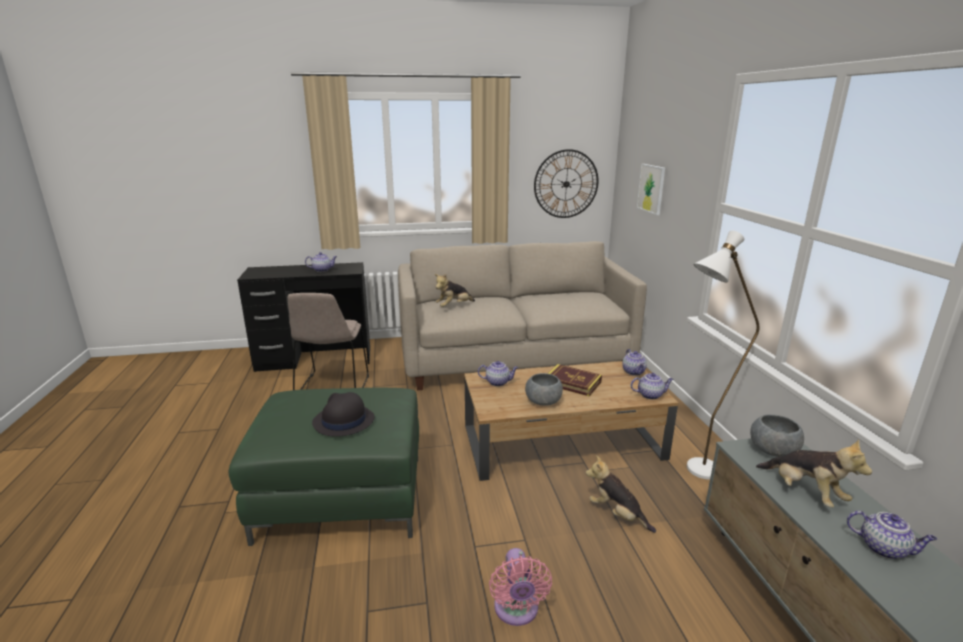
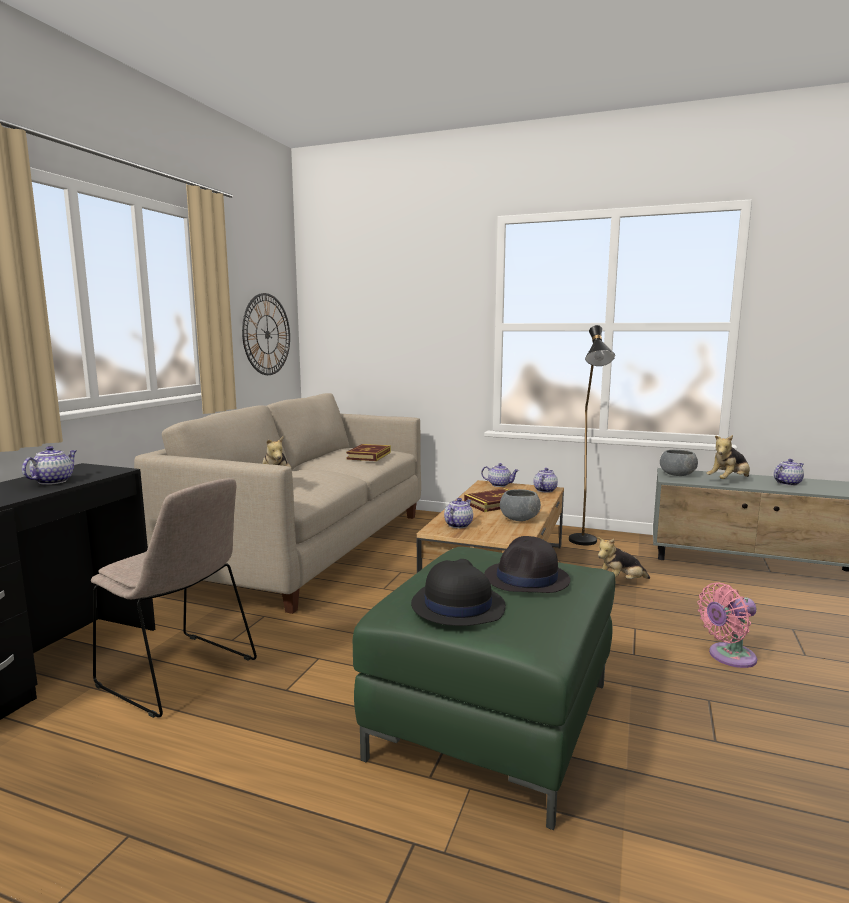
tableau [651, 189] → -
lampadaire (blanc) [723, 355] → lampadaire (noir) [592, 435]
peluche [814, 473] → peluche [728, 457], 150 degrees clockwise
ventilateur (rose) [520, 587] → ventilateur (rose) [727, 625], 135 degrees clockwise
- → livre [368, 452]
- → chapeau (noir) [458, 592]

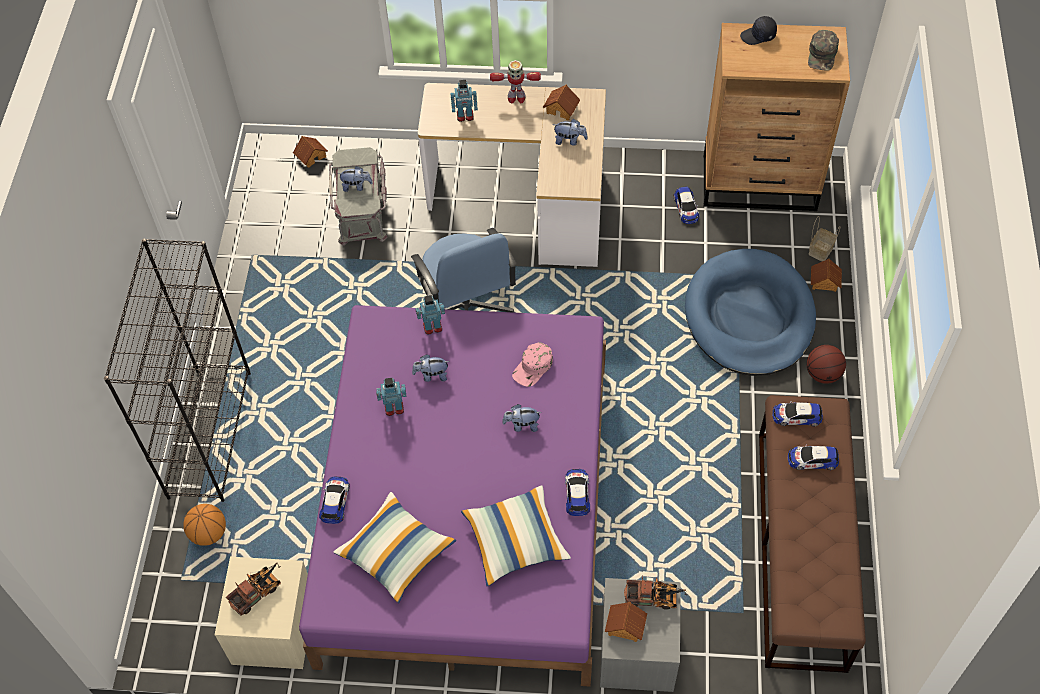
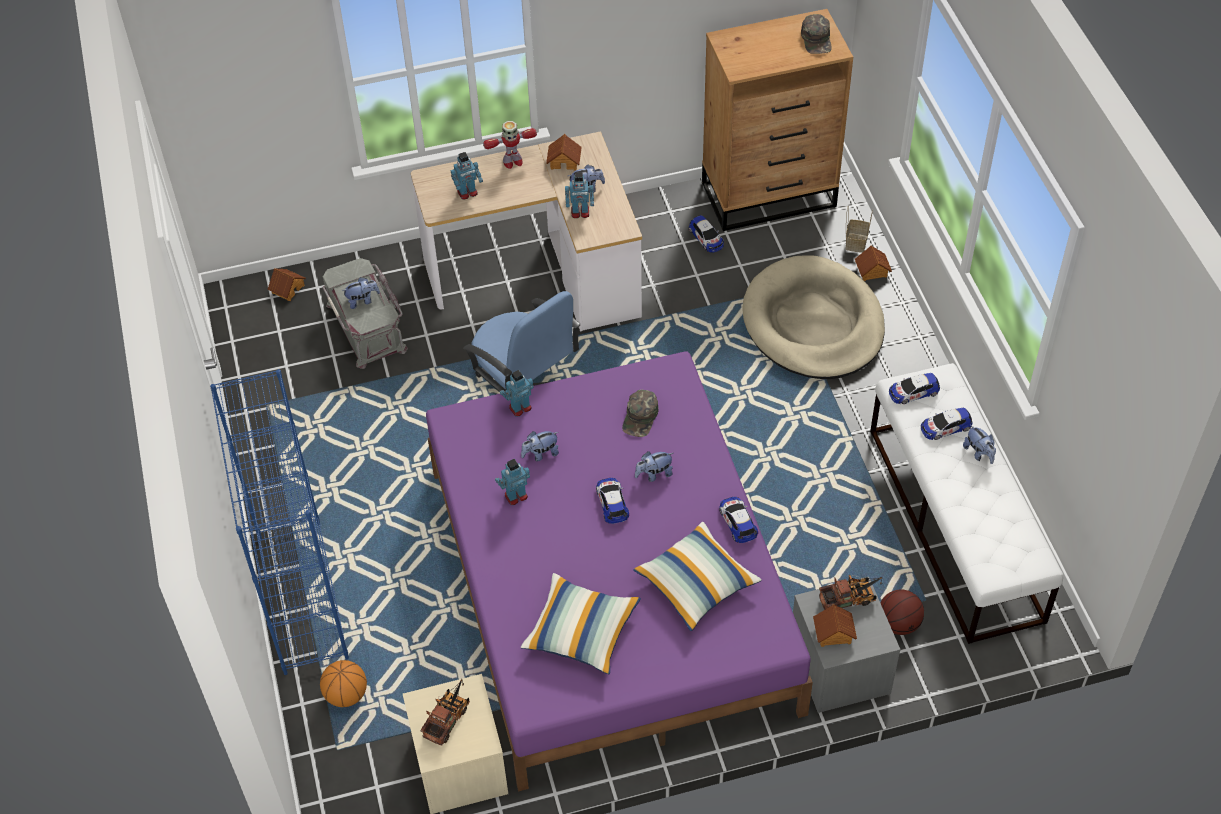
casquette (noir) [758, 30] → -
bibliothèque (noir) [177, 370] → bibliothèque (bleu) [279, 522]
panier pour chien (bleu) [750, 312] → panier pour chien (beige) [813, 317]
casquette (rose) [532, 364] → casquette (vert) [640, 413]
ballon de basket [826, 364] → ballon de basket [902, 612], shifted
banc (marron) [812, 534] → banc (blanc) [966, 503]
petite voiture [334, 500] → petite voiture [612, 501], shifted
- → robot jouet [579, 195]
- → peluche [979, 444]

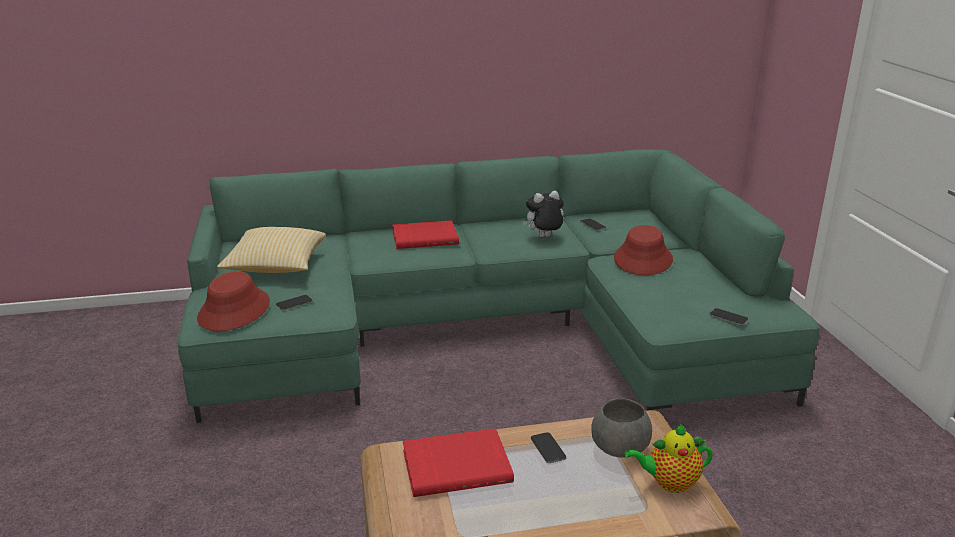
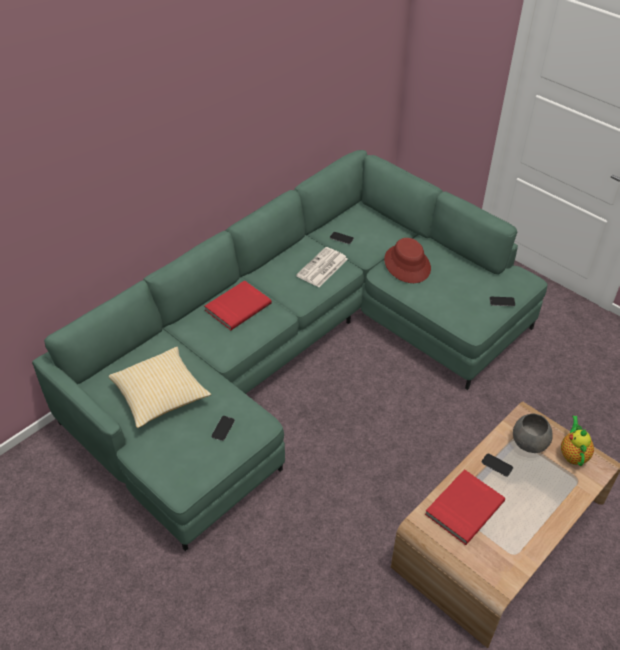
peluche [543, 214] → journal [322, 267]
chapeau (rouge) [233, 301] → -
théière [668, 458] → théière [577, 441], 135 degrees clockwise

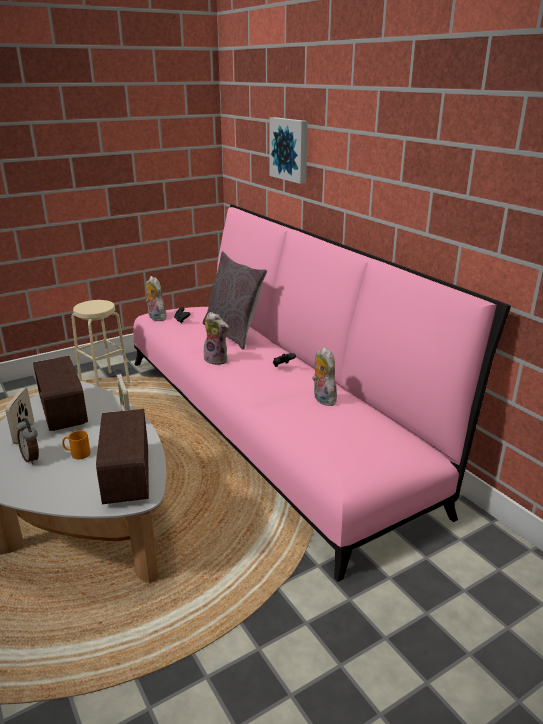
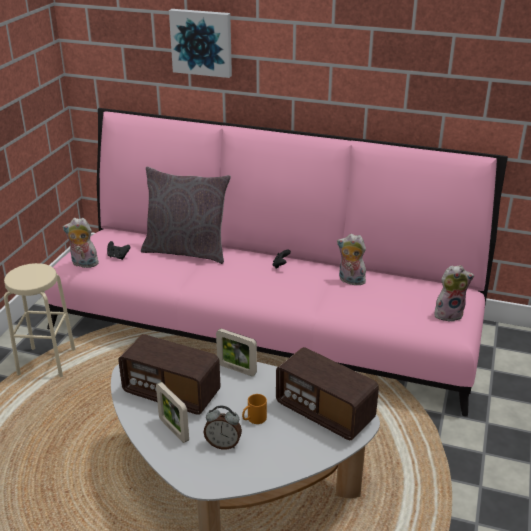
peluche [216, 338] → peluche [454, 293], shifted

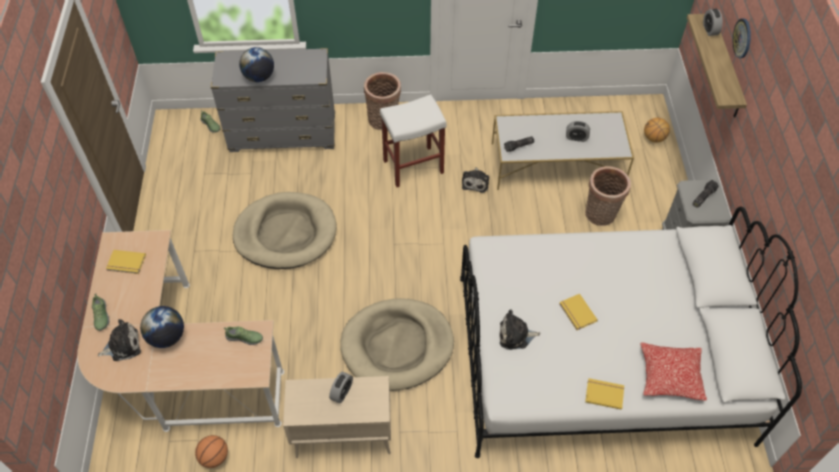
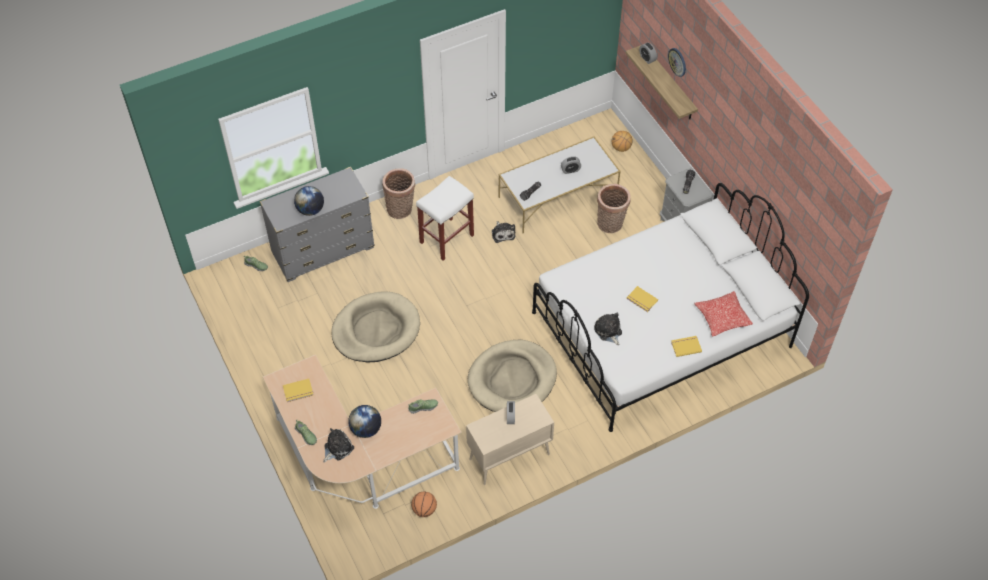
peluche [520, 329] → peluche [608, 329], 90 degrees clockwise

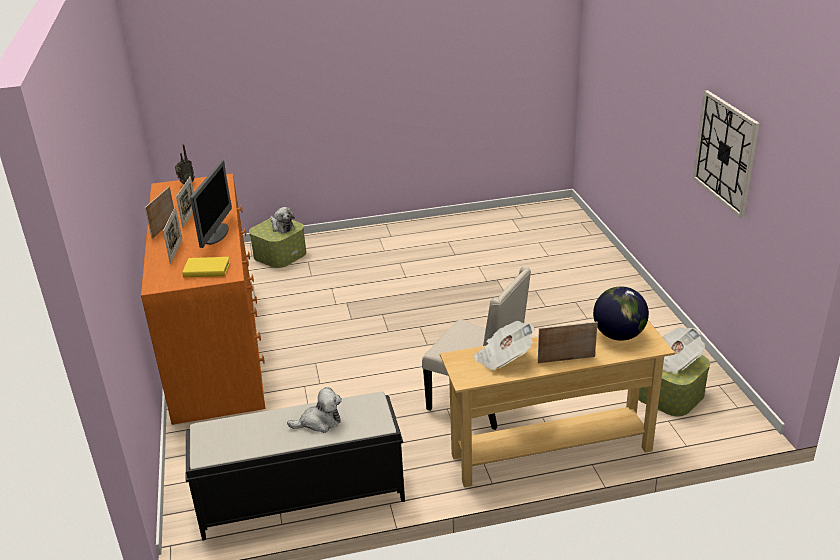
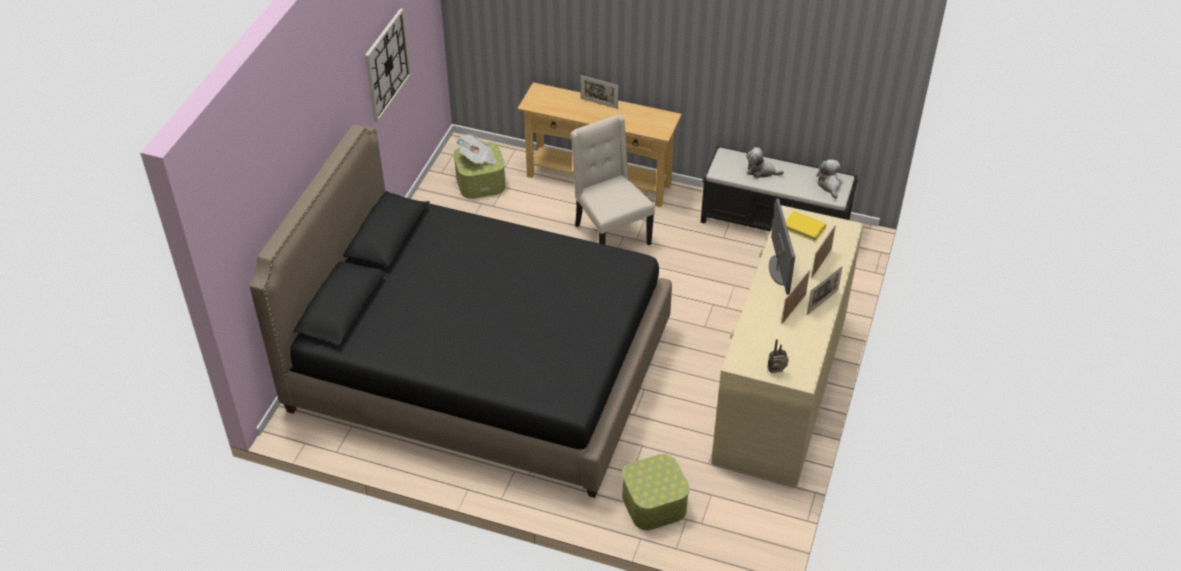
écran d'ordinateur [211, 204] → écran d'ordinateur [782, 247], 135 degrees clockwise
commode (orange) [203, 299] → commode (beige) [787, 346]
peluche [282, 220] → peluche [829, 179], shifted
globe [621, 313] → -
journal [504, 346] → -
- → lit (noir) [461, 311]

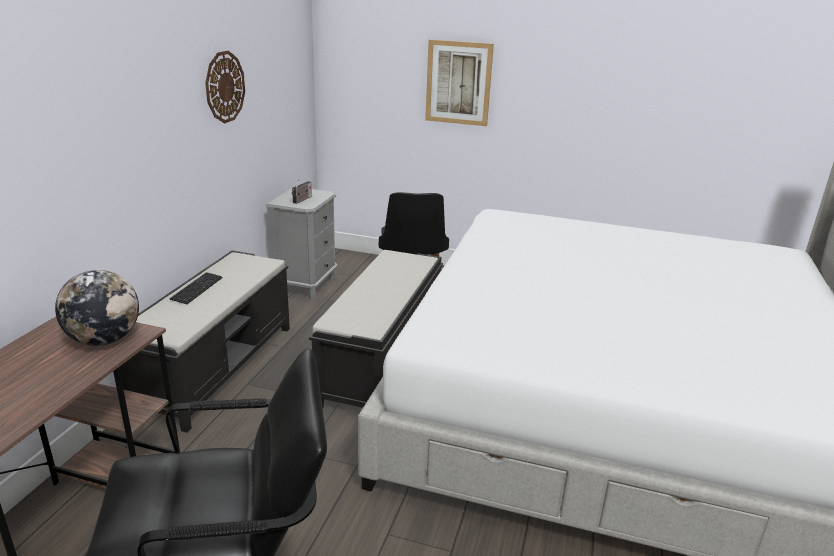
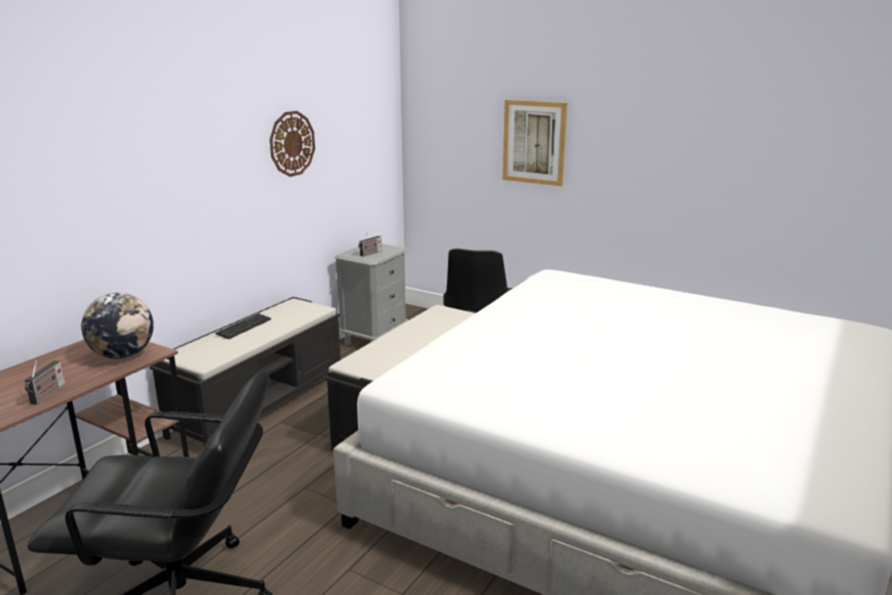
- → radio [45, 382]

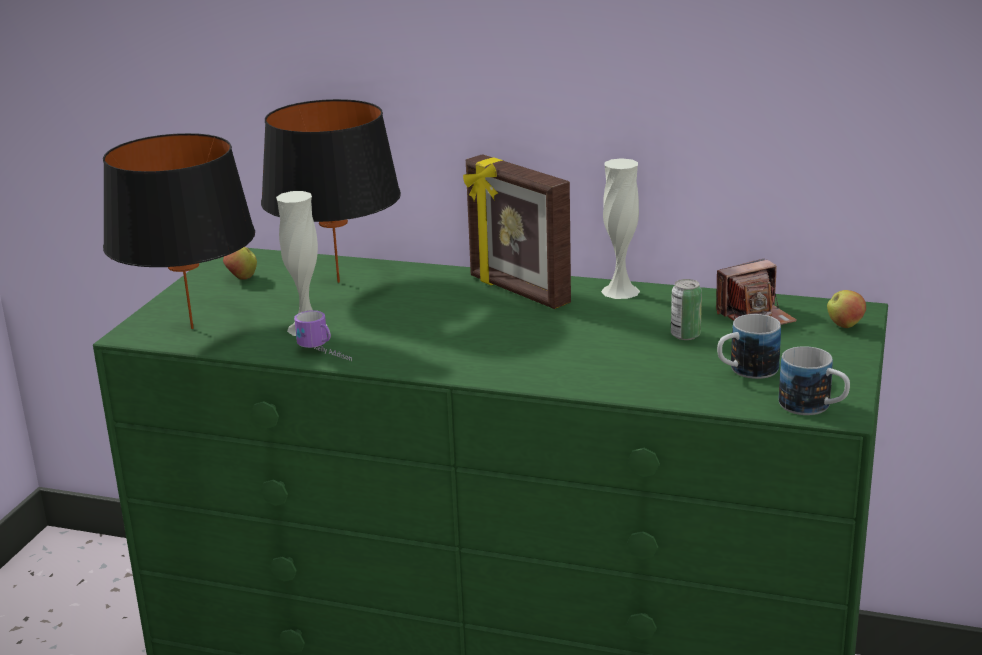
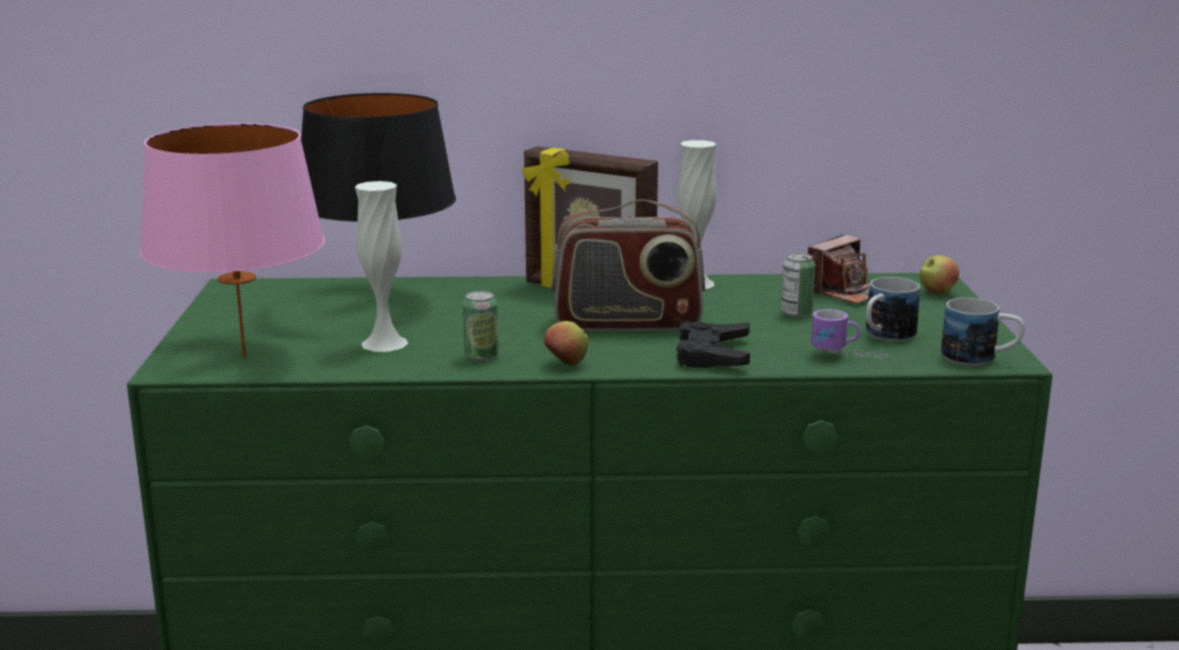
lampe de table (noir) [179, 231] → lampe de table (rose) [232, 240]
pomme [240, 263] → pomme [566, 343], shifted
mug [323, 335] → mug [850, 334], shifted
- → radio [628, 265]
- → boîte métallique [481, 326]
- → manette (noir) [713, 344]

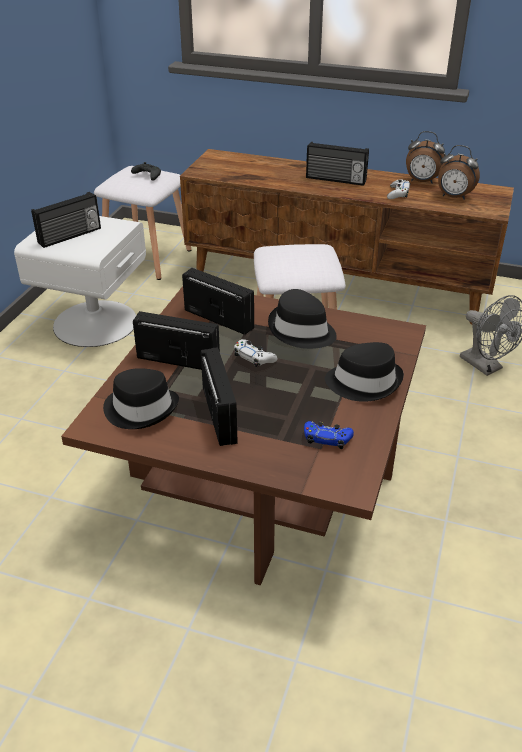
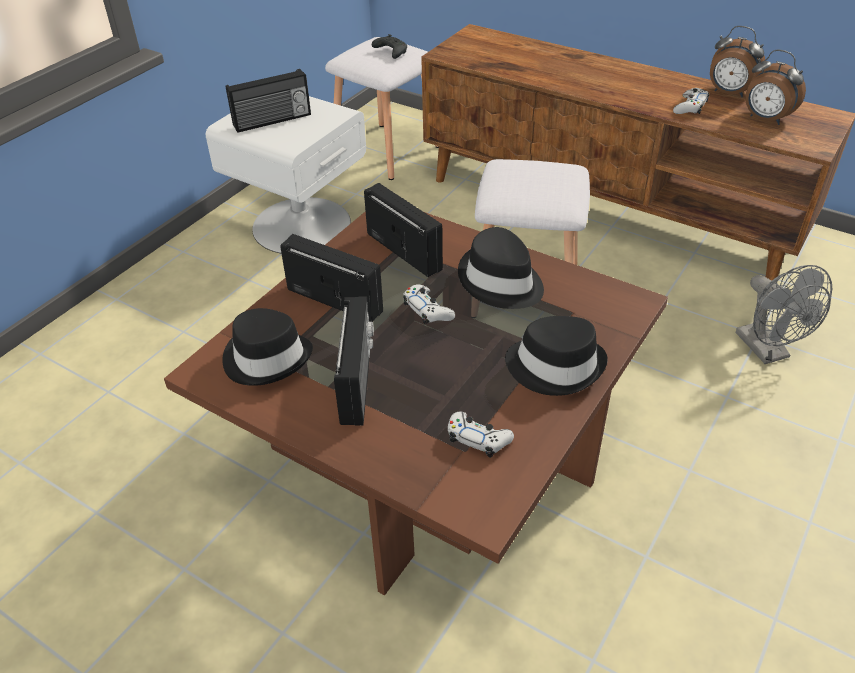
radio [337, 164] → -
manette (bleu) [329, 435] → manette (blanc) [481, 434]

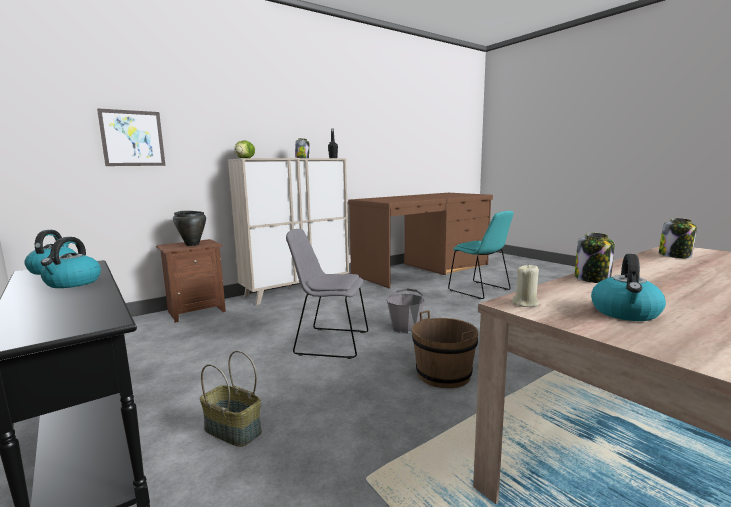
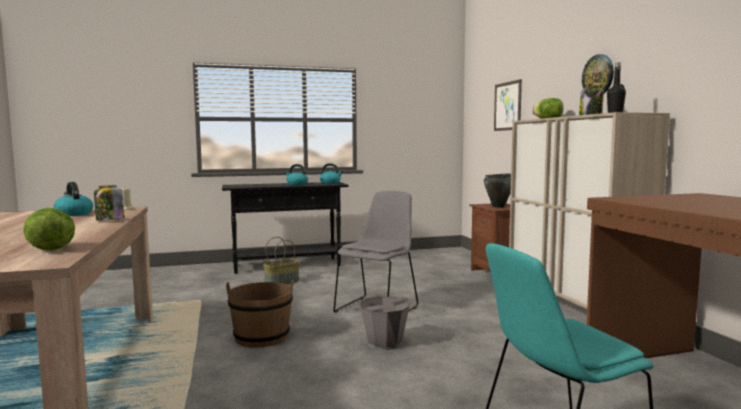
bocal [678, 238] → laitue [49, 229]
- → horloge murale [598, 74]

